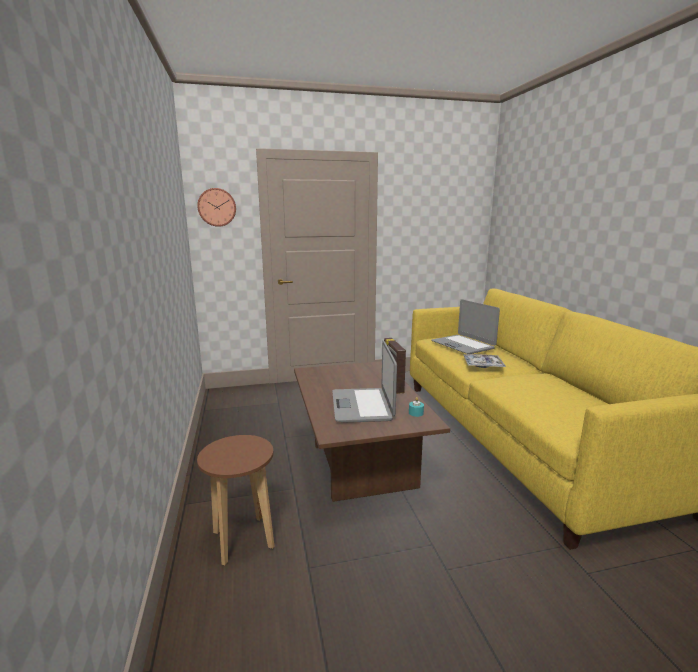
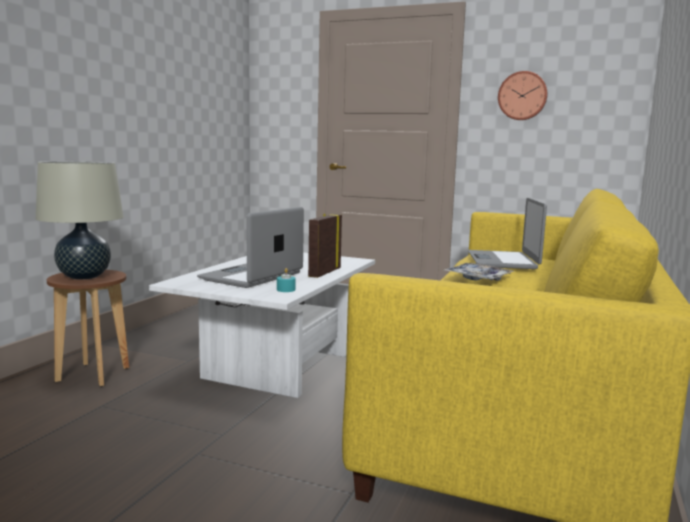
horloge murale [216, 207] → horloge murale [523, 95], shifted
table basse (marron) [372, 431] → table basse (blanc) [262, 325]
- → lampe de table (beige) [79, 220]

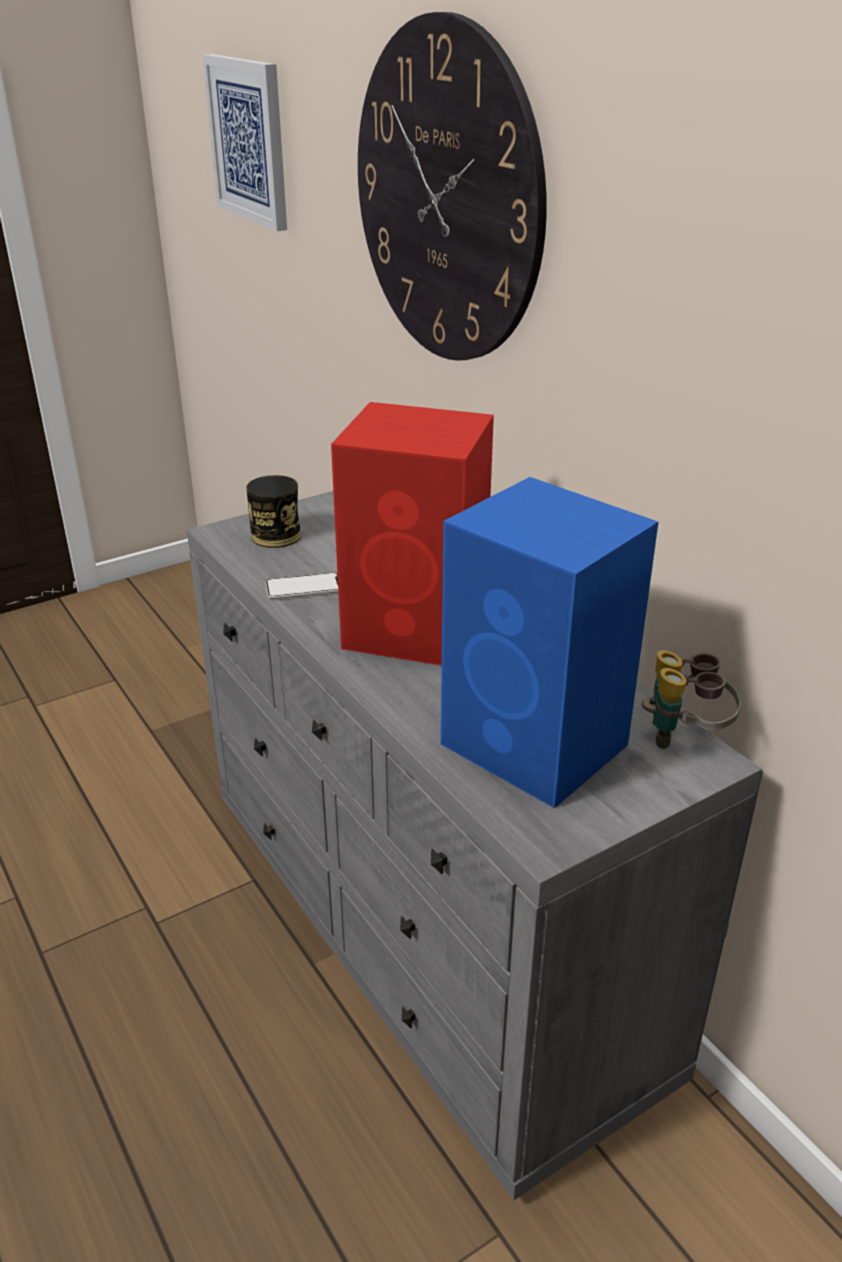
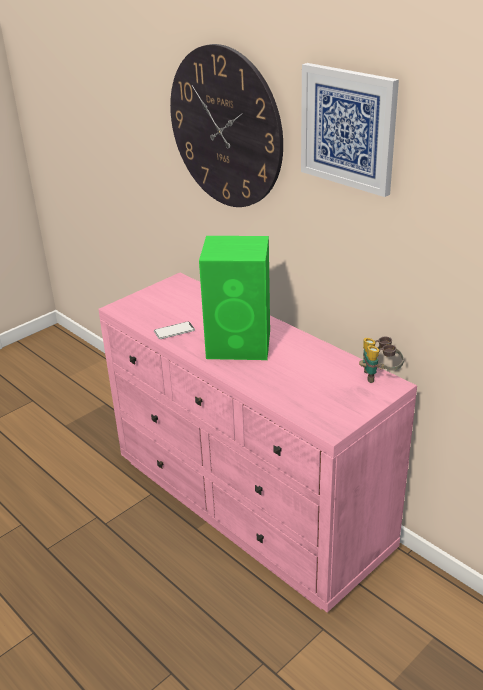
tableau [244, 142] → tableau [350, 130], shifted
enceinte (rouge) [412, 533] → enceinte (vert) [234, 298]
boîte métallique [273, 511] → -
enceinte (bleu) [549, 642] → -
commode (gris) [475, 845] → commode (rose) [257, 443]

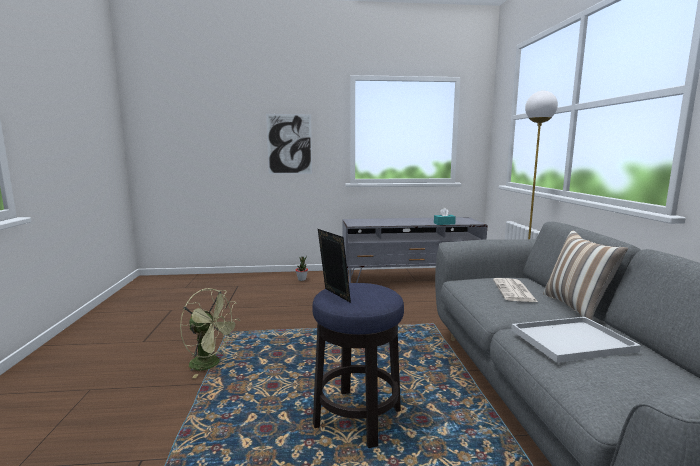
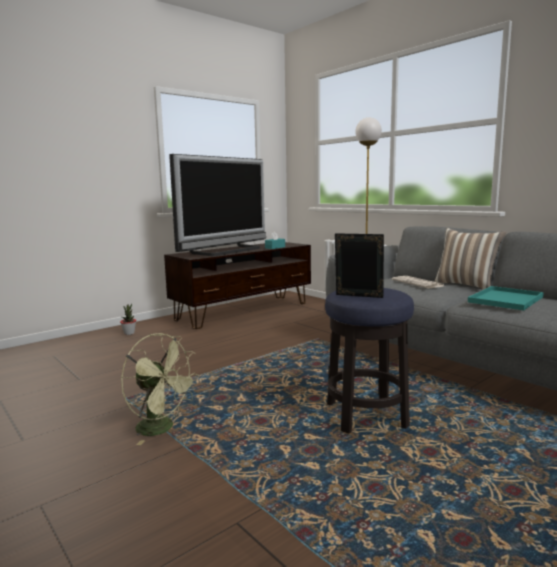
tableau [289, 144] → -
meuble télé (gris) [415, 250] → meuble télé (marron) [237, 285]
ventilateur (vert) [210, 333] → ventilateur (vert) [160, 389], 45 degrees clockwise
plateau (blanc) [576, 339] → plateau (turquoise) [506, 298]
- → téléviseur [217, 205]

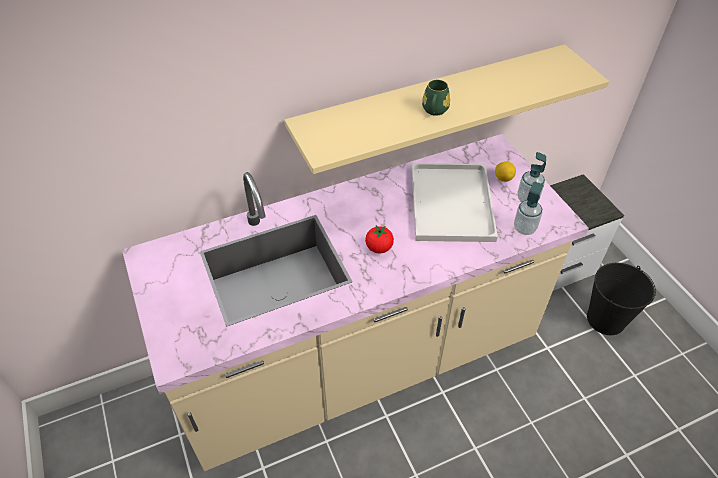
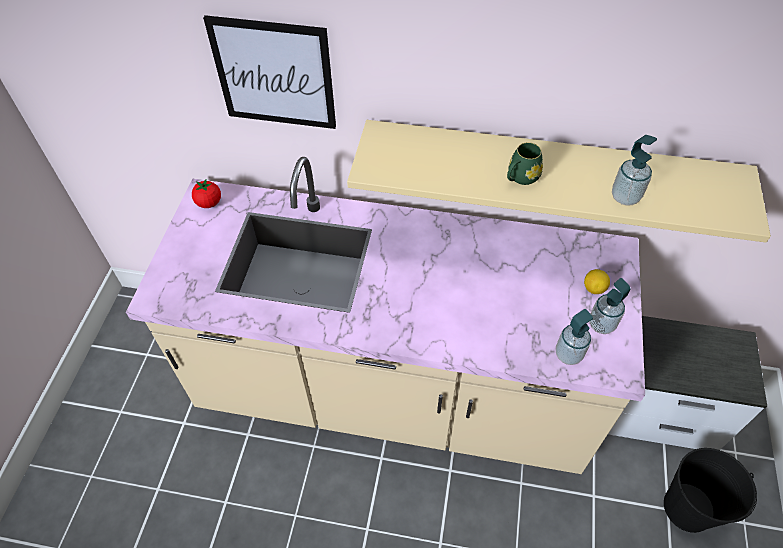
plateau (blanc) [455, 202] → -
tomate [379, 239] → tomate [206, 193], shifted
- → tableau [269, 72]
- → distributeur de savon [634, 170]

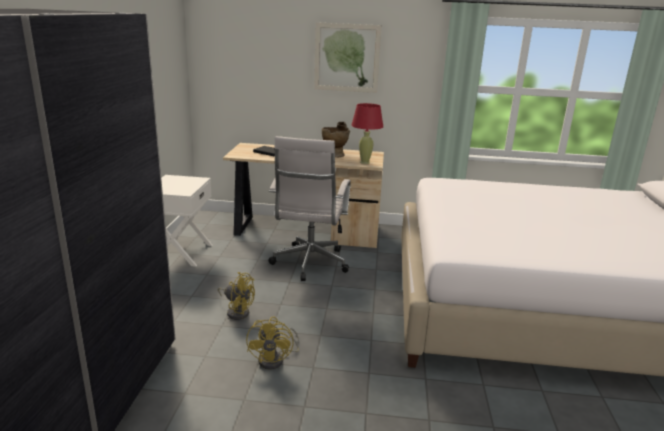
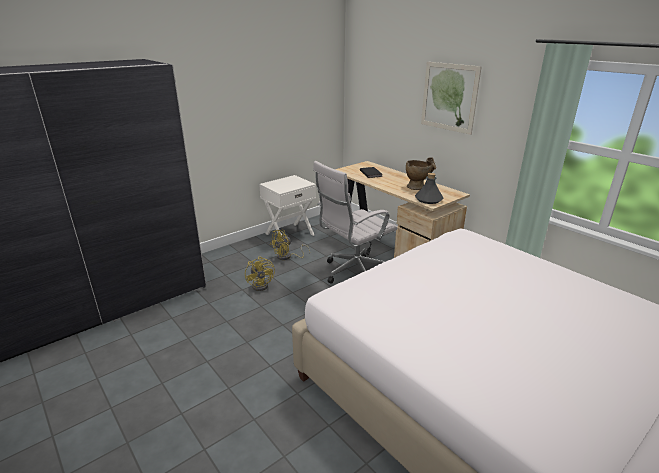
lampe de table (rouge) [367, 133] → bouteille (gris) [429, 188]
ventilateur (jaune) [272, 343] → ventilateur (jaune) [290, 245], shifted

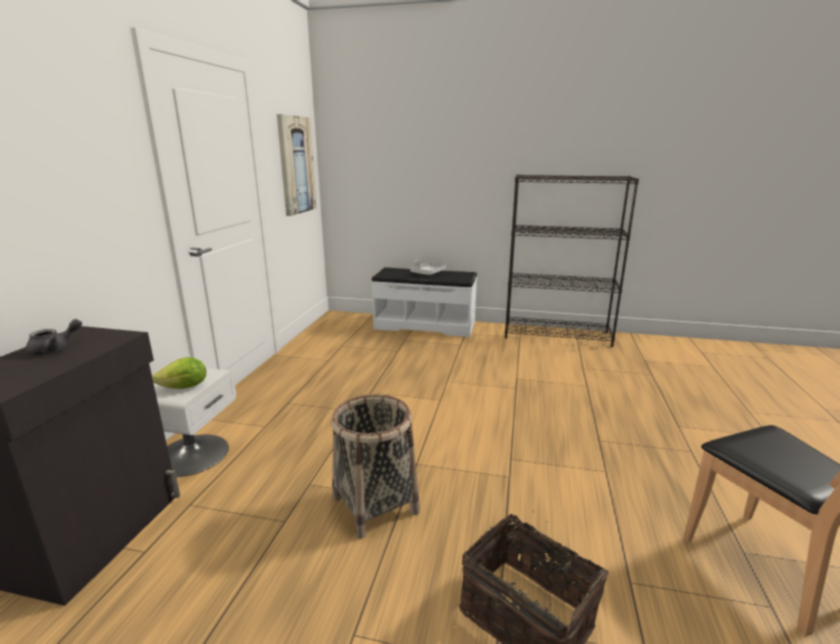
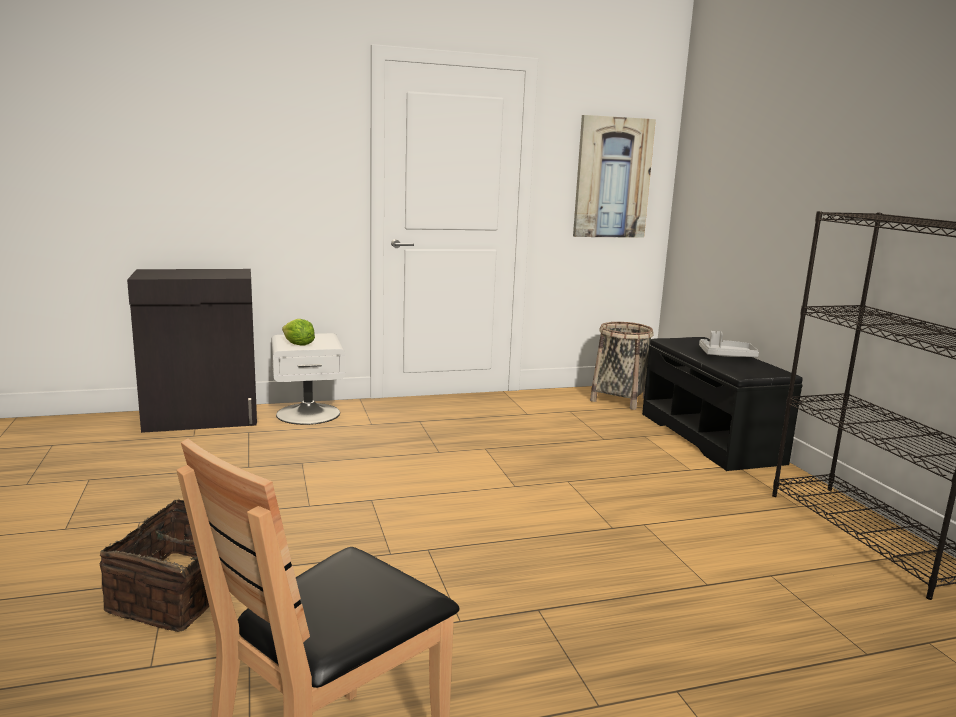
banc (blanc) [424, 302] → banc (noir) [722, 404]
théière (gris) [54, 337] → -
panier [376, 466] → panier [622, 366], shifted

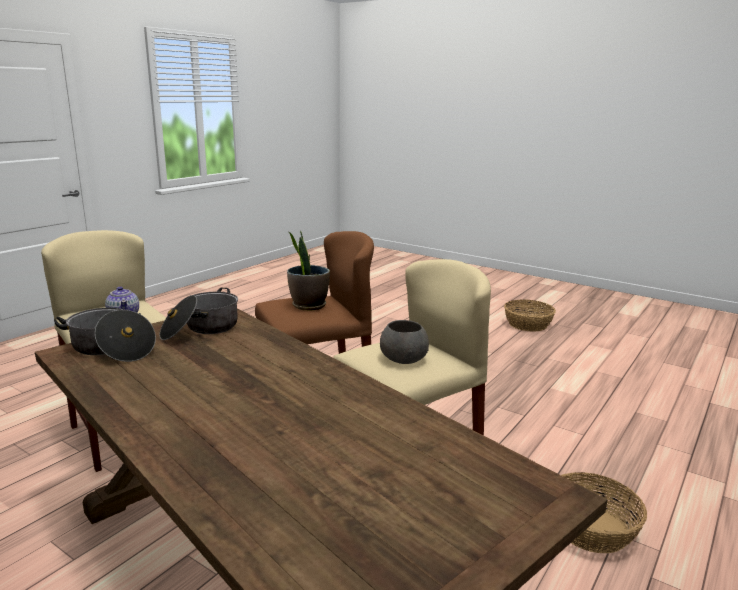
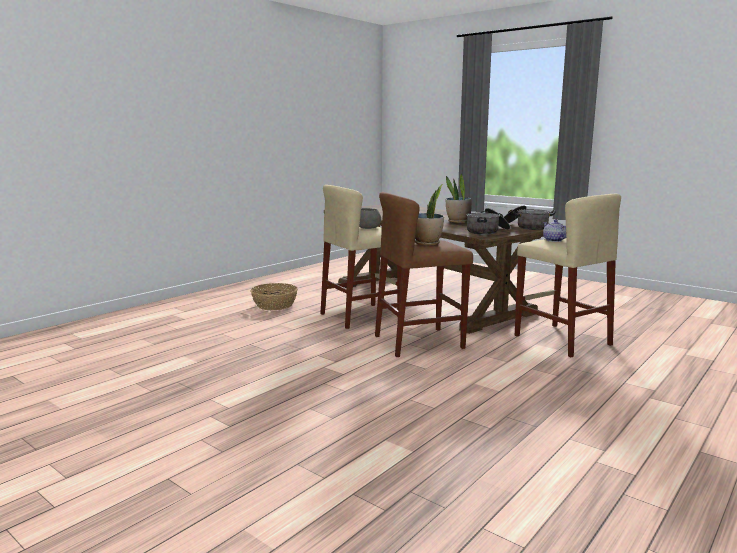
panier [530, 316] → -
- → plante en pot [459, 198]

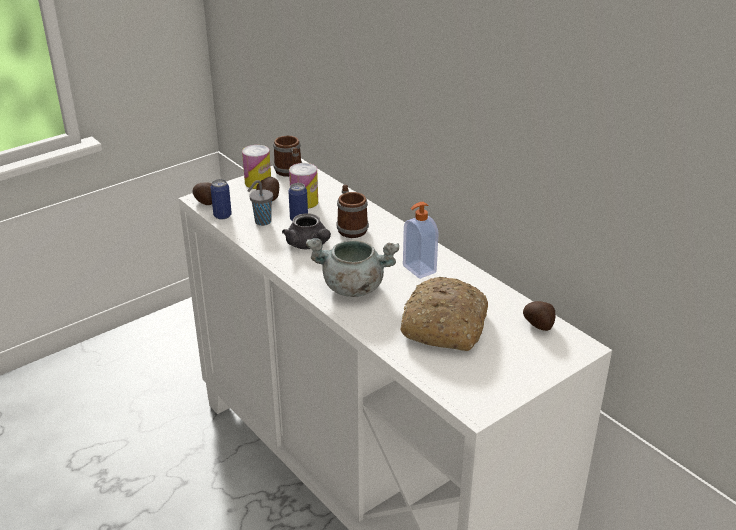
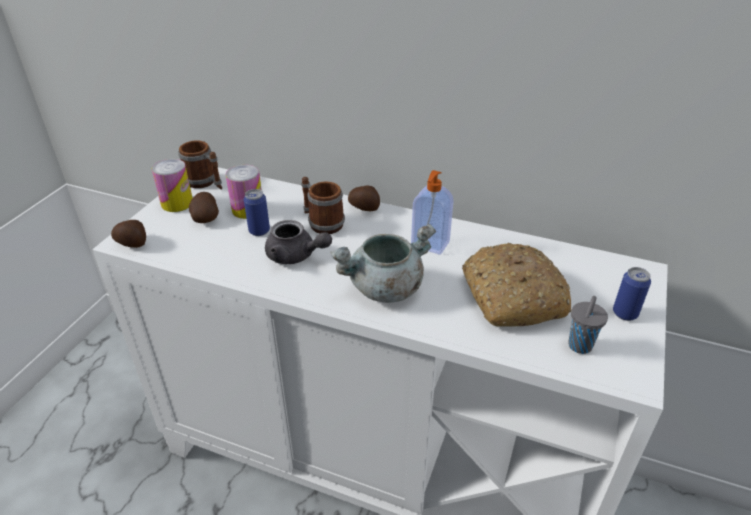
boîte métallique [221, 199] → boîte métallique [632, 294], shifted
tasse (gris) [260, 203] → tasse (gris) [588, 325], shifted
pomme de terre [539, 316] → pomme de terre [364, 198], shifted

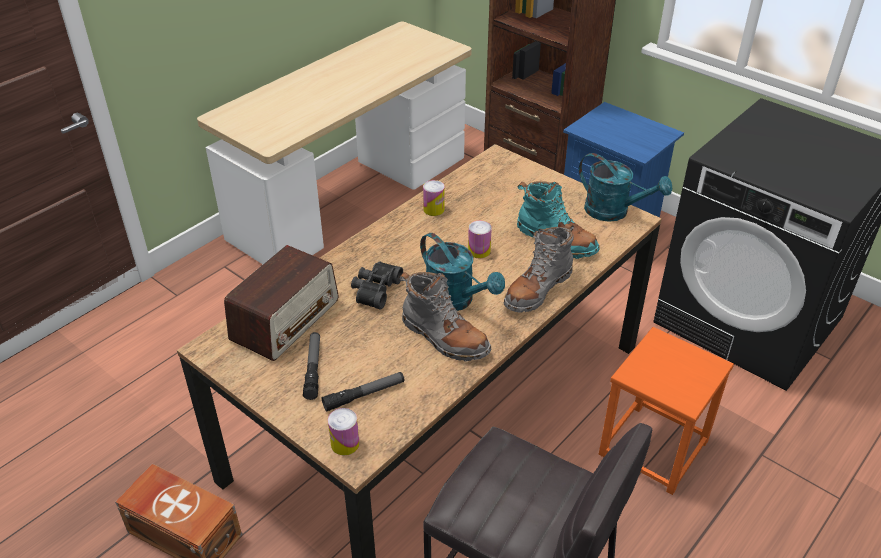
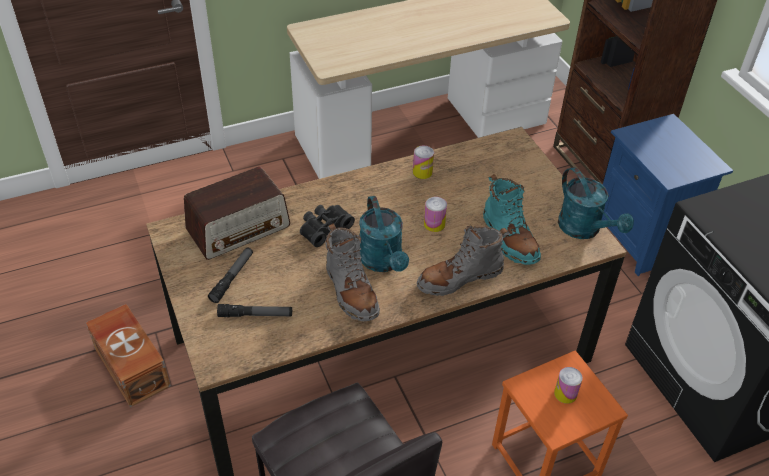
boîte métallique [344, 431] → boîte métallique [568, 385], shifted

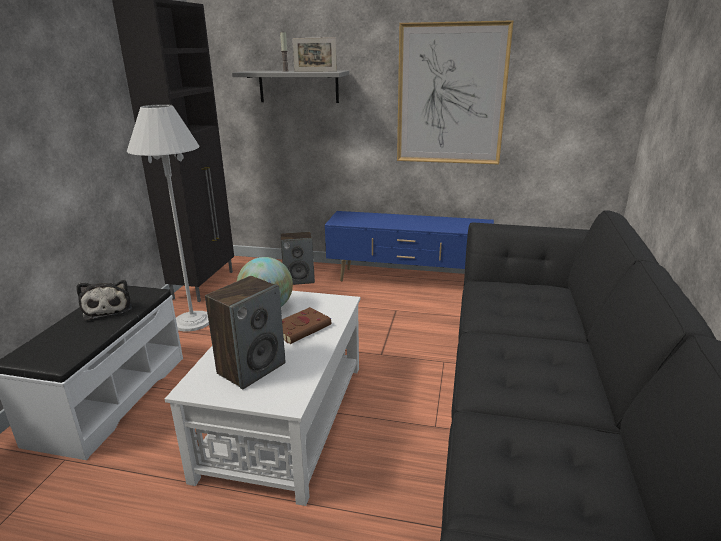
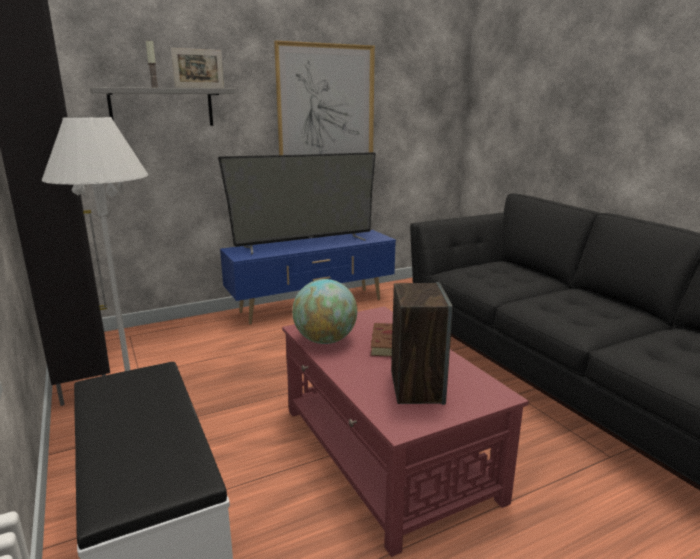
enceinte [298, 258] → -
peluche [104, 300] → -
table basse (blanc) [263, 398] → table basse (rouge) [405, 431]
- → téléviseur [297, 203]

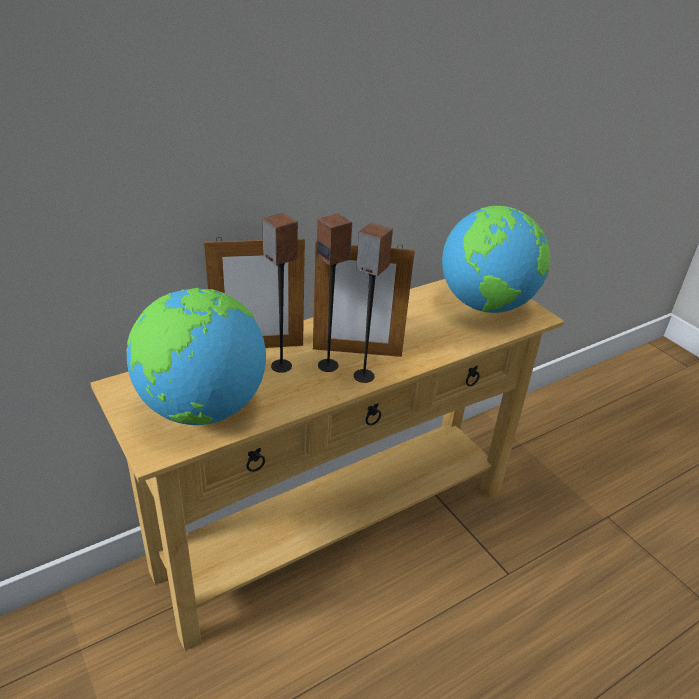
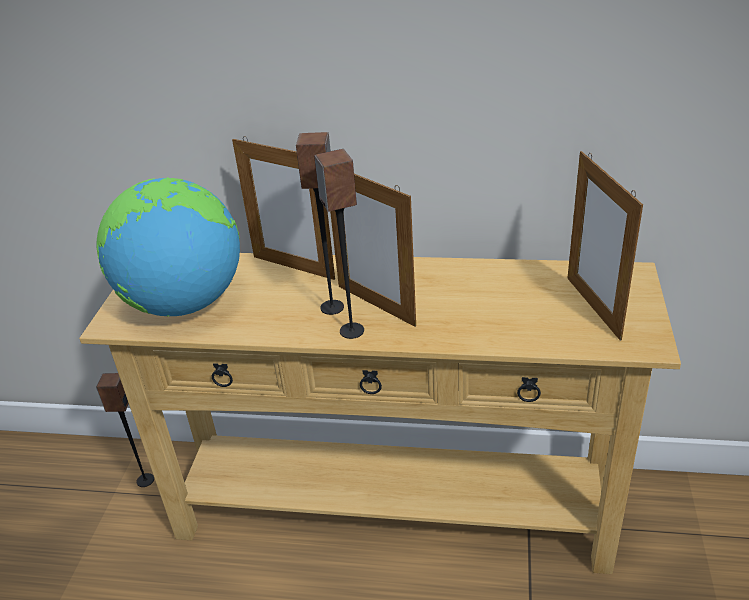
globe [496, 259] → cadre photo [605, 246]
enceinte [280, 293] → enceinte [125, 430], shifted

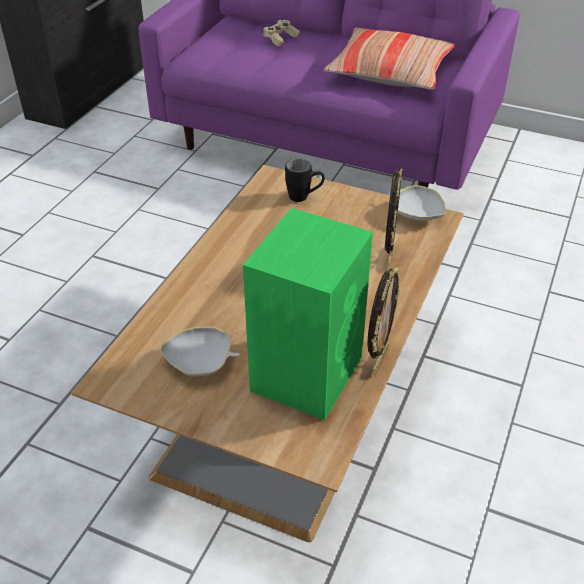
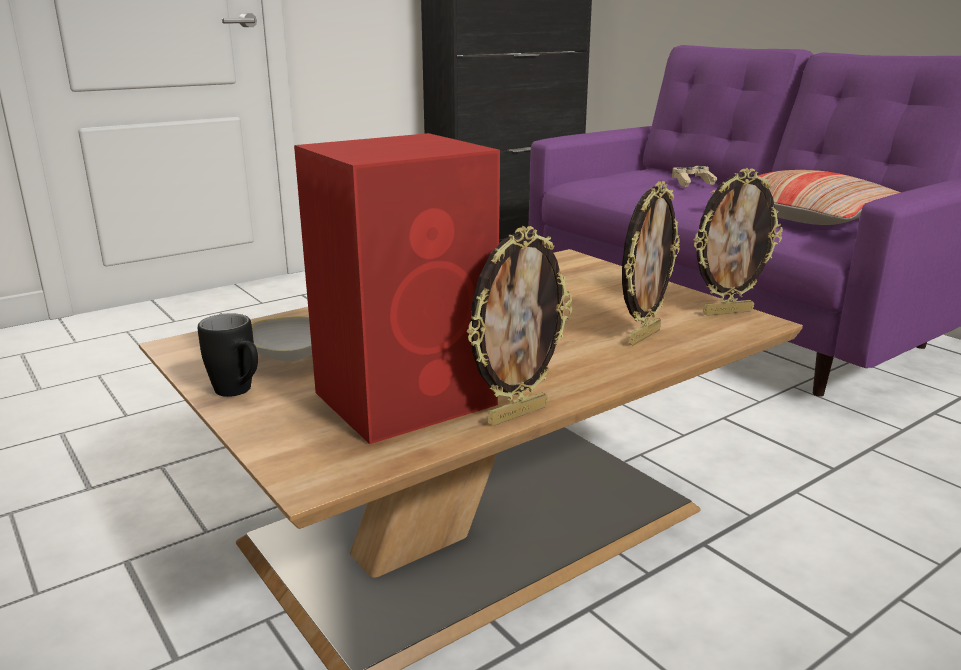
mug (noir) [305, 180] → mug (noir) [228, 355], shifted
bol (blanc) [422, 203] → cadre photo [738, 242]
enceinte (vert) [308, 314] → enceinte (rouge) [397, 288]

